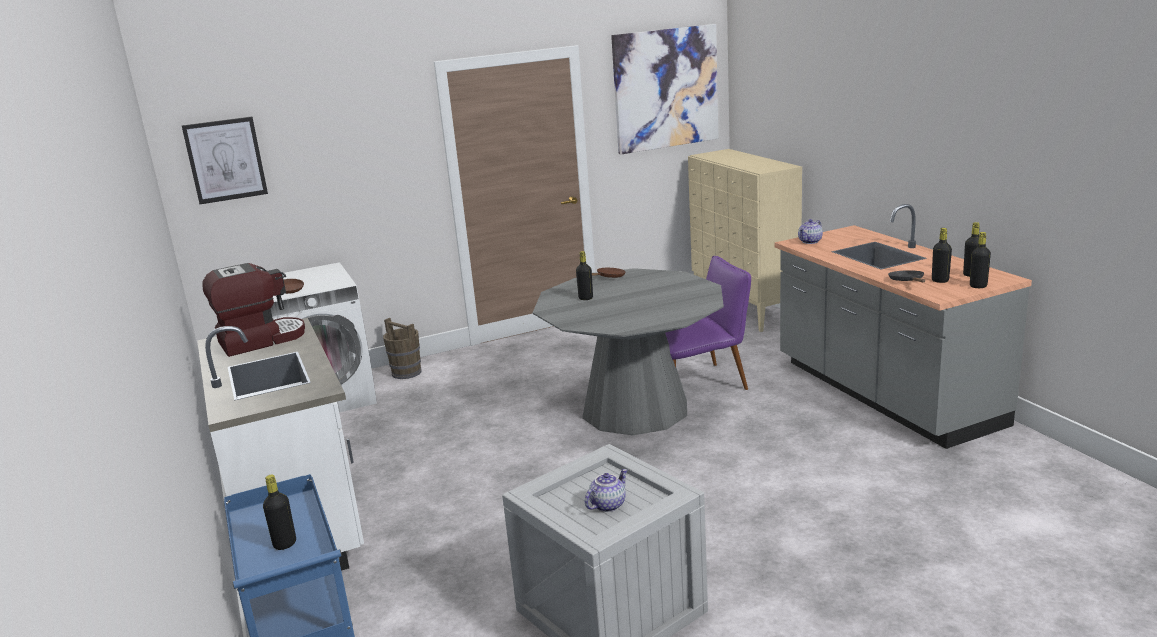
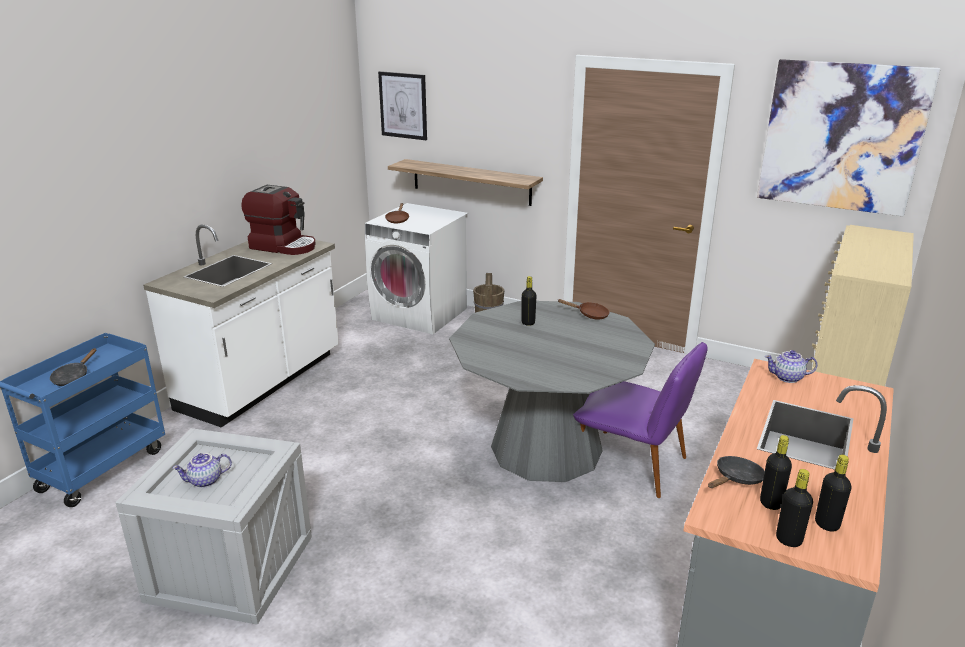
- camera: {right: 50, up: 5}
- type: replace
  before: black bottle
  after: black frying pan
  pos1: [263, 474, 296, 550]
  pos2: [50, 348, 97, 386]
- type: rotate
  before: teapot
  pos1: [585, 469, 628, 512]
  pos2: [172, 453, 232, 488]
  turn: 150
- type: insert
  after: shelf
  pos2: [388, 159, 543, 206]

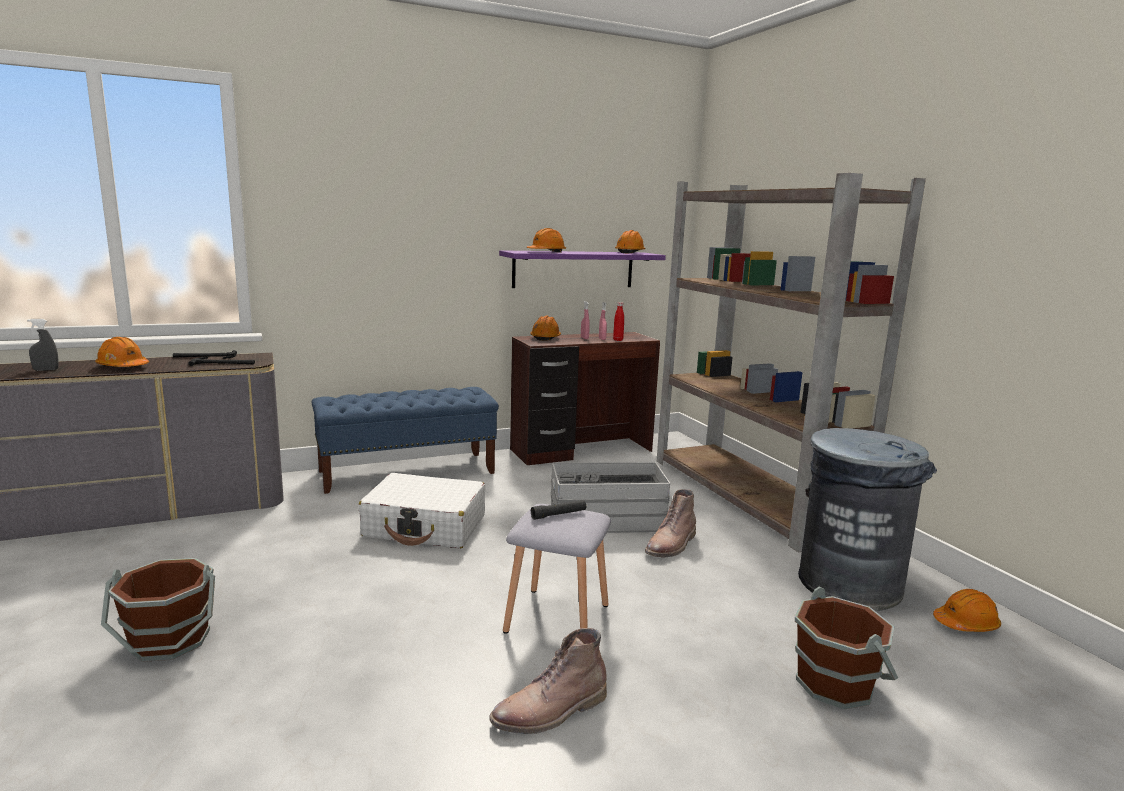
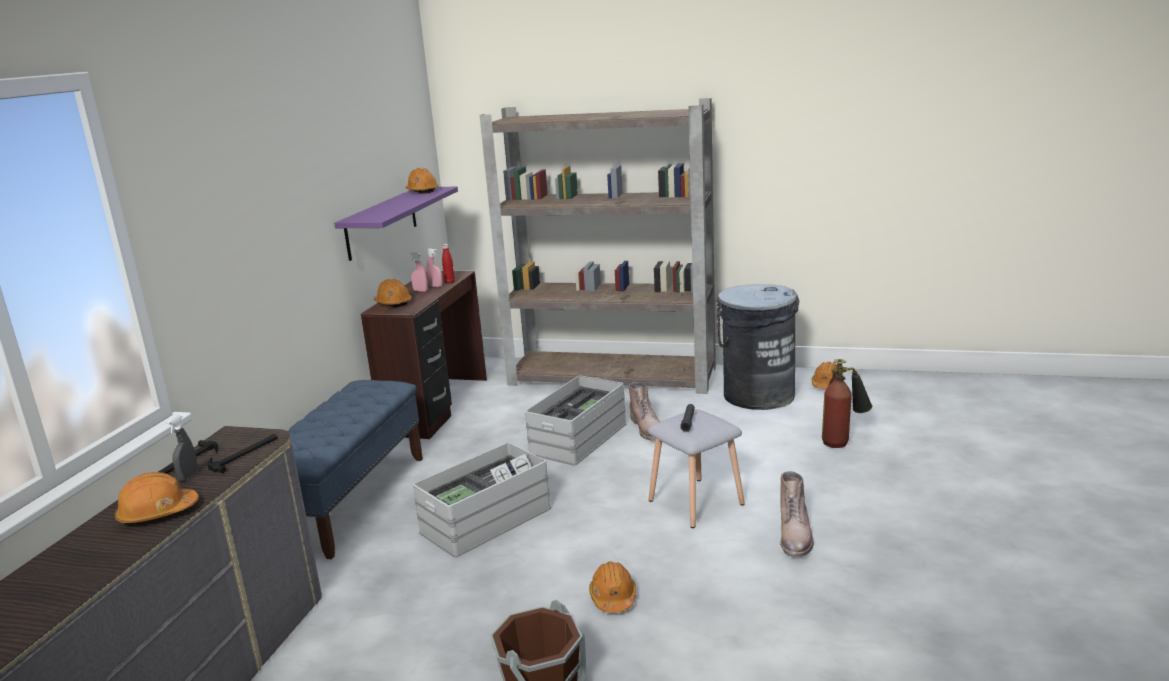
- camera: {right: -50, up: 5}
- type: move
  before: grey spray bottle
  pos1: [27, 319, 59, 371]
  pos2: [167, 415, 198, 481]
- type: replace
  before: white suitcase
  after: grey storage box
  pos1: [358, 473, 485, 549]
  pos2: [413, 443, 551, 557]
- type: move
  before: orange hard hat
  pos1: [526, 228, 566, 253]
  pos2: [589, 561, 636, 613]
- type: replace
  before: brown bucket
  after: fire extinguisher
  pos1: [795, 587, 898, 709]
  pos2: [822, 359, 872, 448]

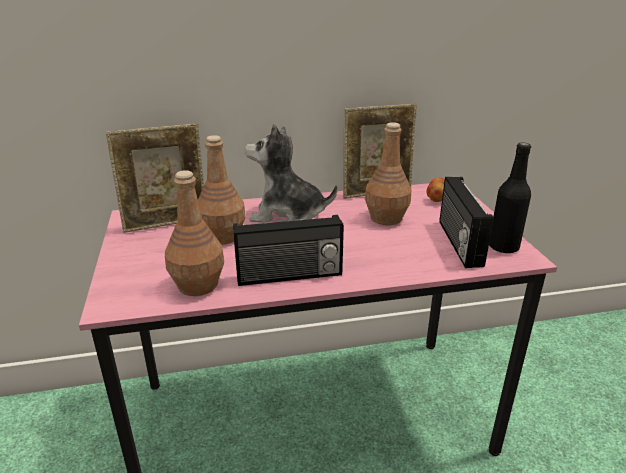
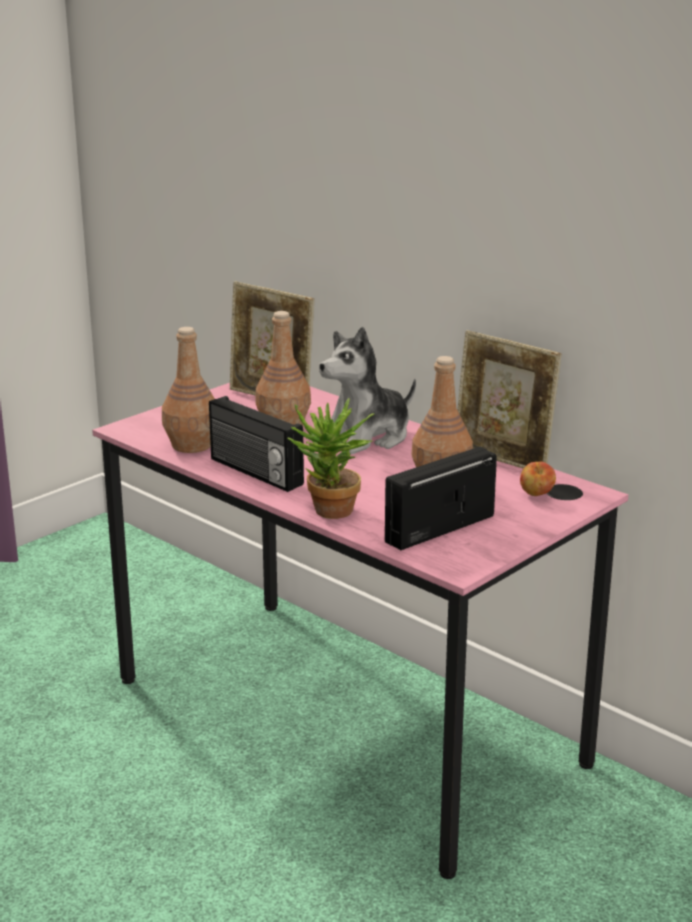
- camera: {right: 55, up: -5}
- type: insert
  after: potted plant
  pos2: [288, 397, 374, 519]
- type: rotate
  before: plush toy
  pos1: [244, 124, 337, 223]
  pos2: [319, 327, 416, 455]
  turn: -105
- type: delete
  before: black bottle
  pos1: [489, 142, 531, 254]

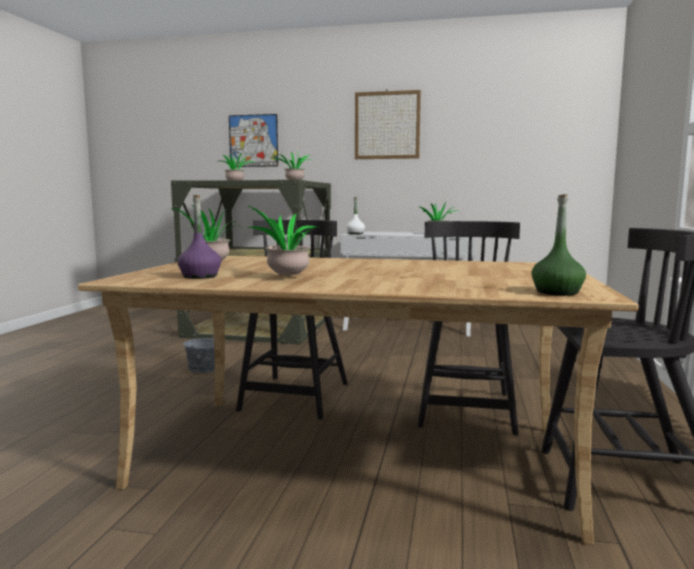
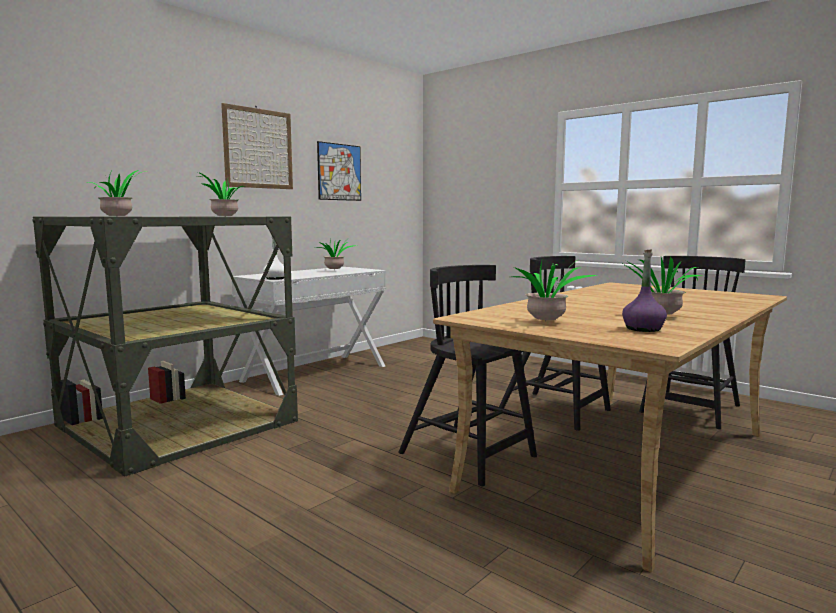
- camera: {right: -60, up: 0}
- type: move
  before: picture
  pos1: [229, 114, 278, 167]
  pos2: [317, 141, 361, 201]
- type: delete
  before: grey bucket
  pos1: [183, 323, 215, 373]
- type: delete
  before: green bottle
  pos1: [532, 194, 586, 296]

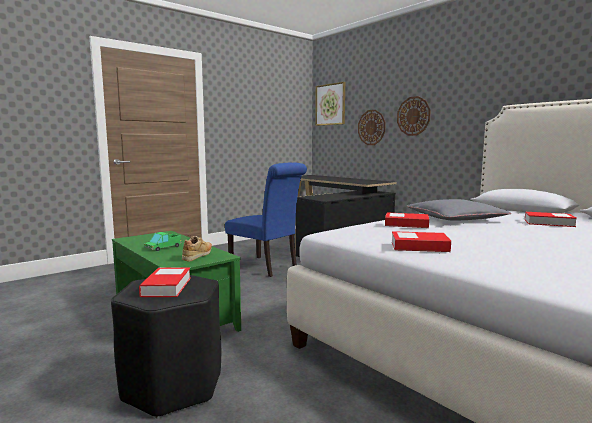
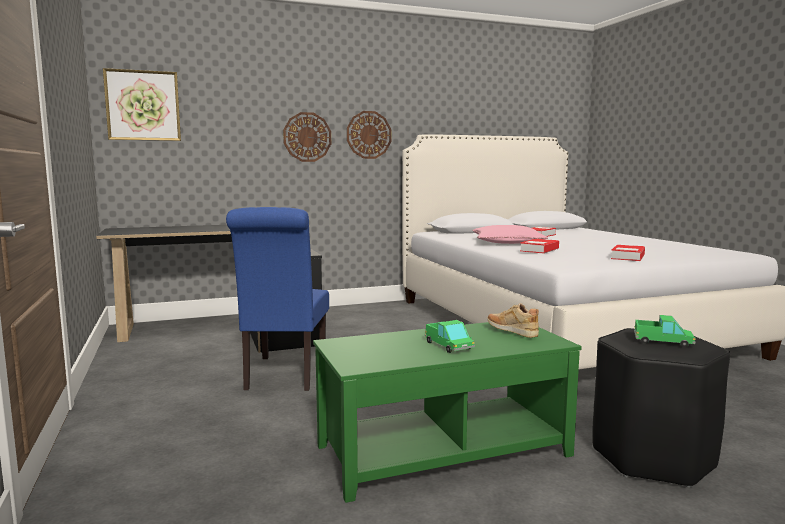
- camera: {right: -70, up: 0}
- type: rotate
  before: blue chair
  pos1: [225, 163, 307, 277]
  pos2: [226, 207, 329, 391]
  turn: 120
- type: move
  before: wall clock
  pos1: [358, 110, 386, 145]
  pos2: [347, 111, 391, 159]
- type: recolor
  before: grey pillow
  after: pink pillow
  pos1: [406, 199, 511, 221]
  pos2: [473, 225, 548, 244]
- type: replace
  before: book
  after: toy truck
  pos1: [139, 267, 191, 297]
  pos2: [634, 315, 695, 347]

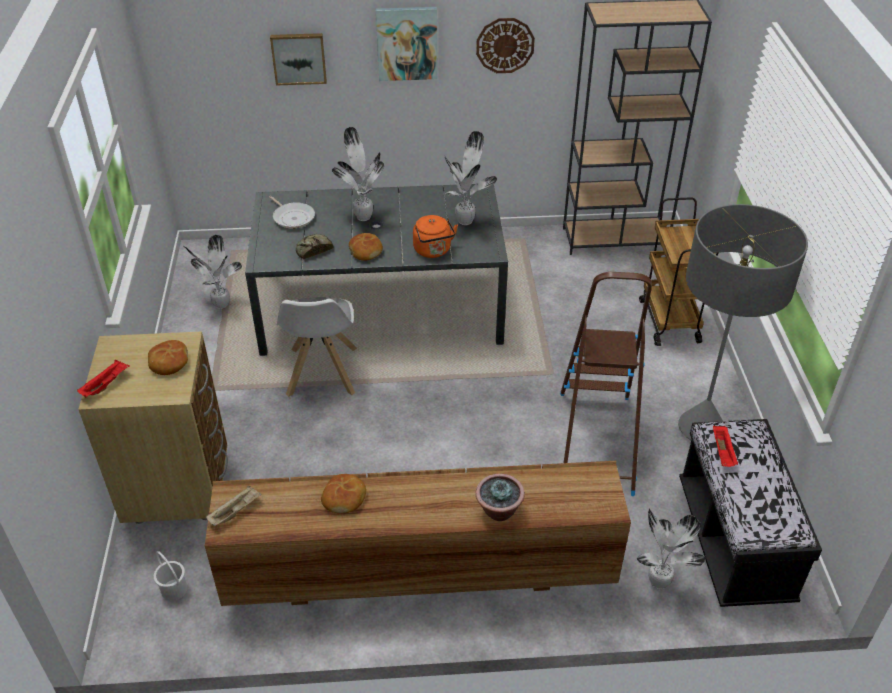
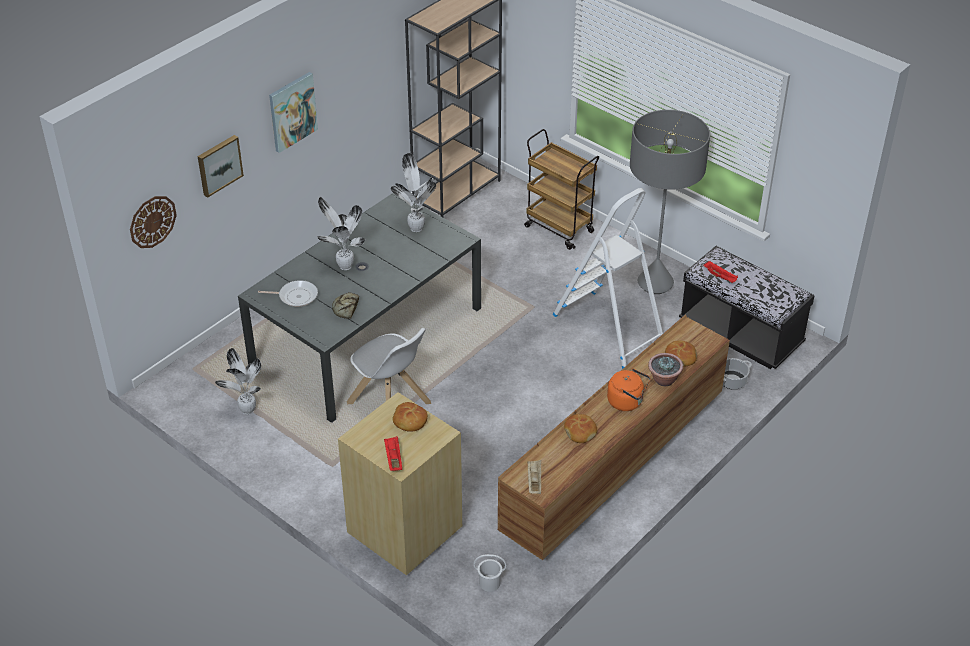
- camera: {right: -45, up: 0}
- type: move
  before: wall clock
  pos1: [476, 18, 535, 73]
  pos2: [130, 196, 177, 248]
- type: recolor
  before: brown step ladder
  after: white step ladder
  pos1: [560, 272, 652, 496]
  pos2: [553, 188, 663, 369]
- type: move
  before: orange kettle
  pos1: [413, 215, 458, 258]
  pos2: [607, 369, 651, 411]
- type: move
  before: bread
  pos1: [349, 233, 383, 261]
  pos2: [665, 340, 697, 366]
- type: replace
  before: potted plant
  after: cooking pot
  pos1: [637, 509, 705, 589]
  pos2: [723, 358, 752, 390]

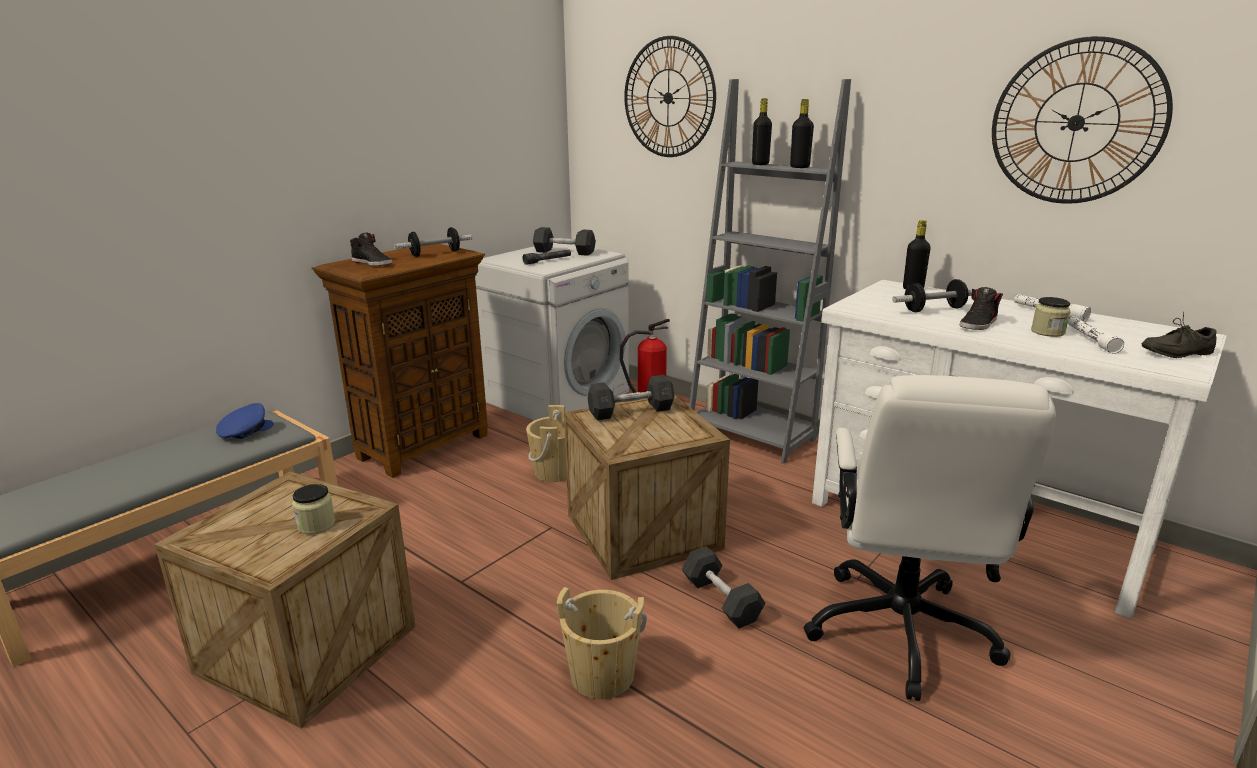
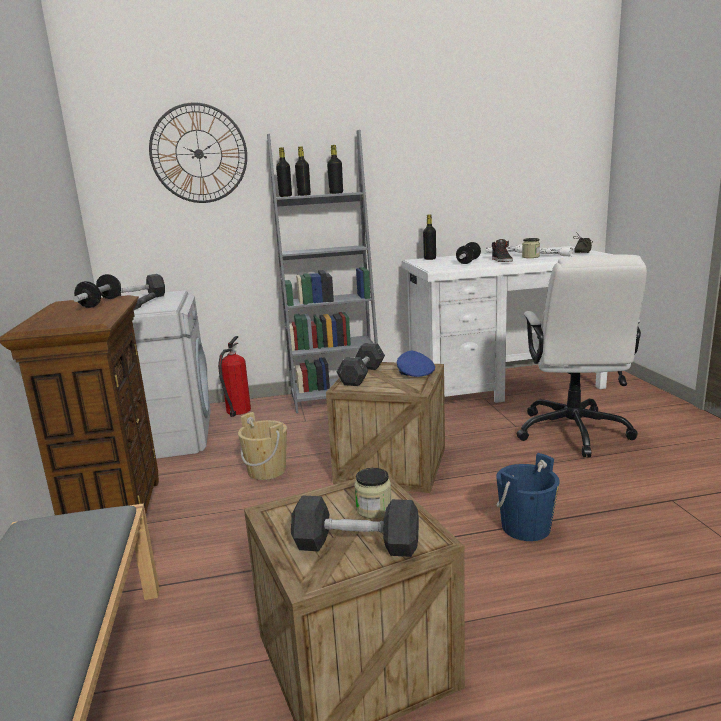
- camera: {right: -50, up: -5}
- type: insert
  after: black bottle
  pos2: [276, 147, 292, 197]
- type: move
  before: grey dumbbell
  pos1: [681, 546, 765, 629]
  pos2: [291, 495, 419, 557]
- type: move
  before: blue cap
  pos1: [216, 403, 274, 439]
  pos2: [397, 351, 435, 377]
- type: recolor
  before: beige bucket
  after: blue bucket
  pos1: [557, 587, 647, 699]
  pos2: [496, 453, 560, 541]
- type: rotate
  before: white office chair
  pos1: [803, 375, 1056, 701]
  pos2: [517, 254, 647, 457]
  turn: 45
- type: delete
  before: black shoe
  pos1: [350, 233, 392, 266]
- type: delete
  before: wall clock
  pos1: [992, 36, 1173, 204]

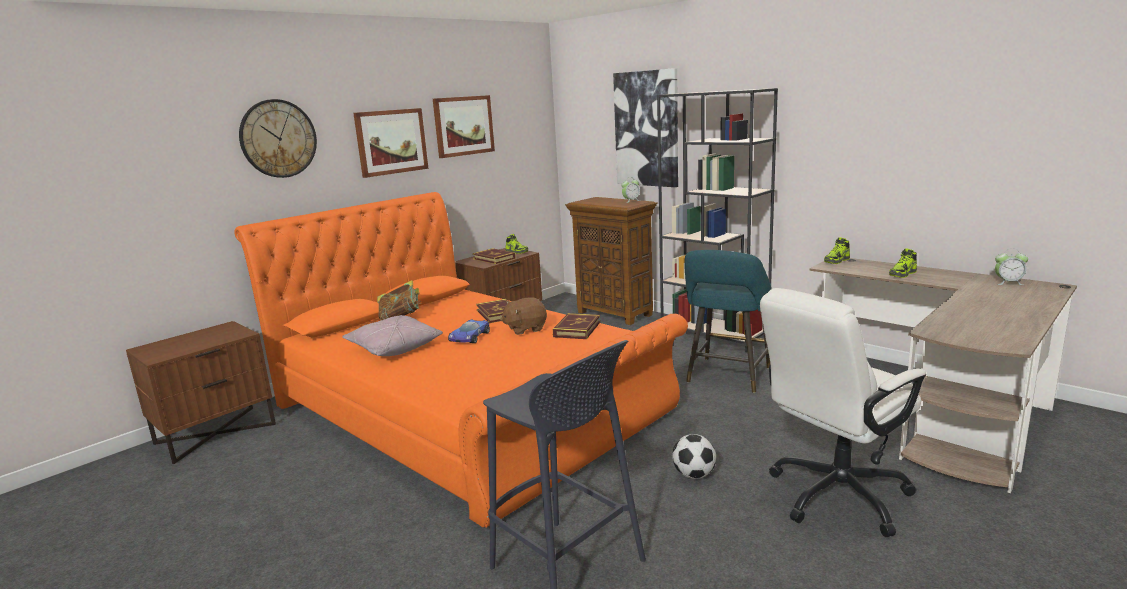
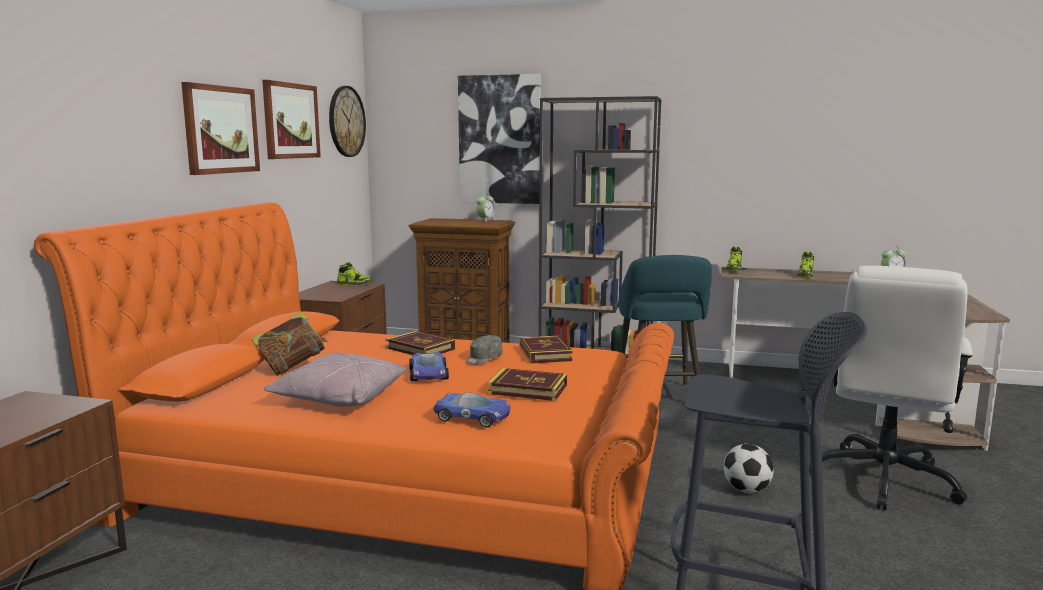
- camera: {right: -30, up: -5}
- type: move
  before: wall clock
  pos1: [239, 99, 317, 178]
  pos2: [329, 86, 366, 157]
- type: insert
  after: toy car
  pos2: [433, 392, 510, 427]
- type: replace
  before: brown plush toy
  after: grey cap
  pos1: [500, 297, 547, 335]
  pos2: [465, 335, 503, 365]
- type: move
  before: book
  pos1: [473, 248, 516, 264]
  pos2: [487, 368, 567, 401]

